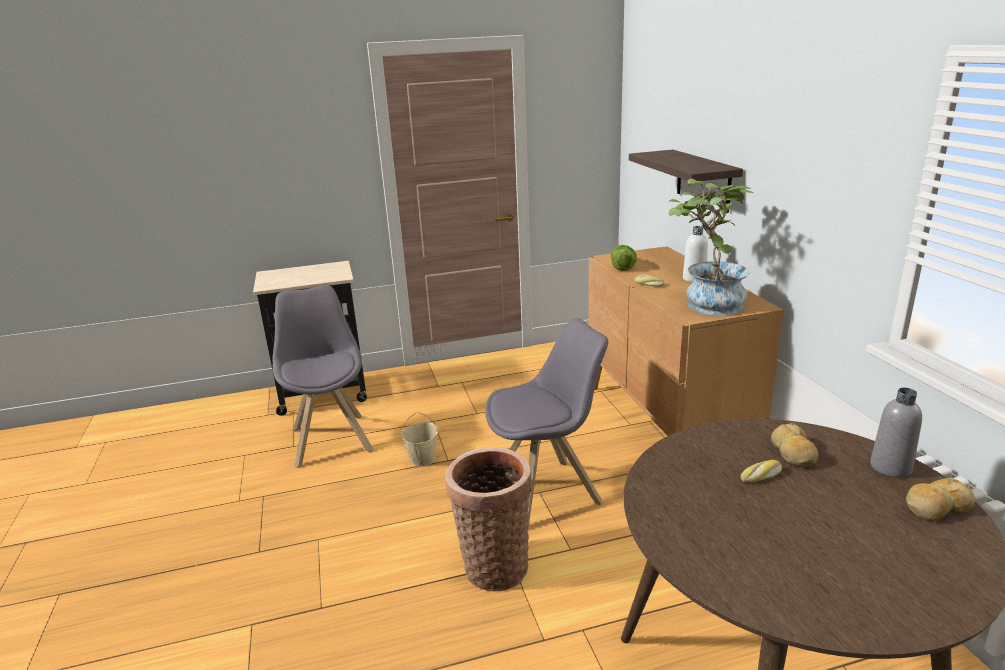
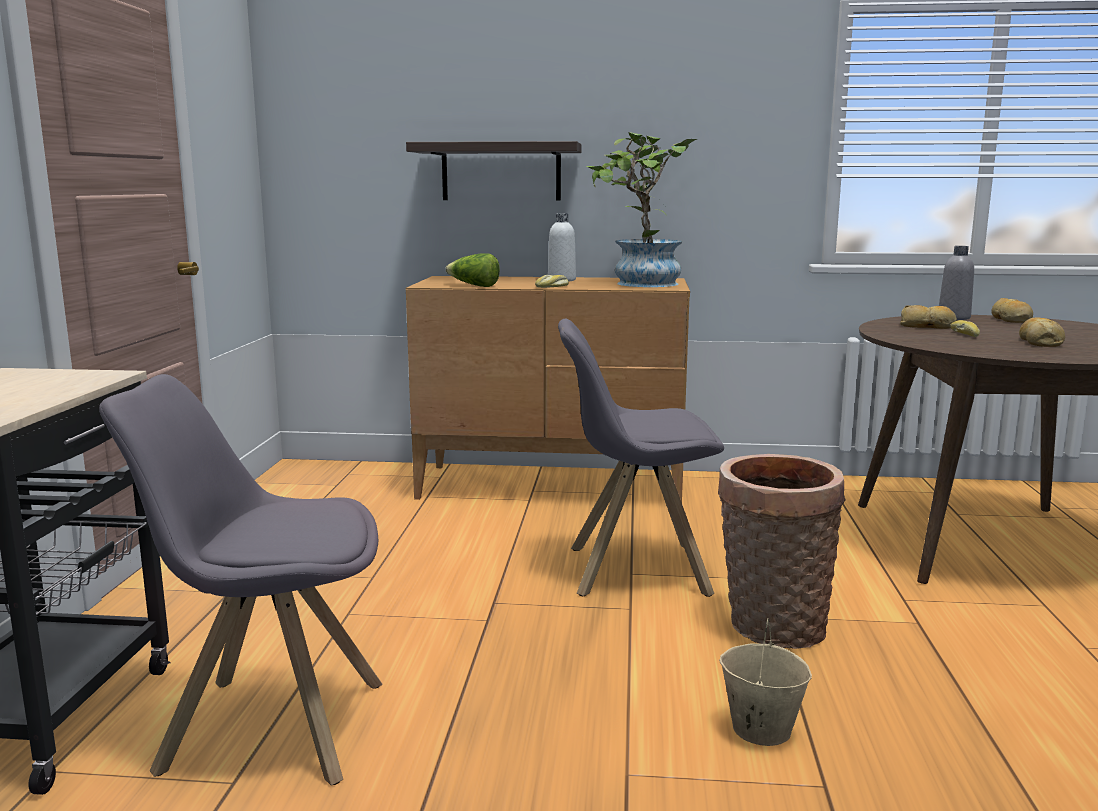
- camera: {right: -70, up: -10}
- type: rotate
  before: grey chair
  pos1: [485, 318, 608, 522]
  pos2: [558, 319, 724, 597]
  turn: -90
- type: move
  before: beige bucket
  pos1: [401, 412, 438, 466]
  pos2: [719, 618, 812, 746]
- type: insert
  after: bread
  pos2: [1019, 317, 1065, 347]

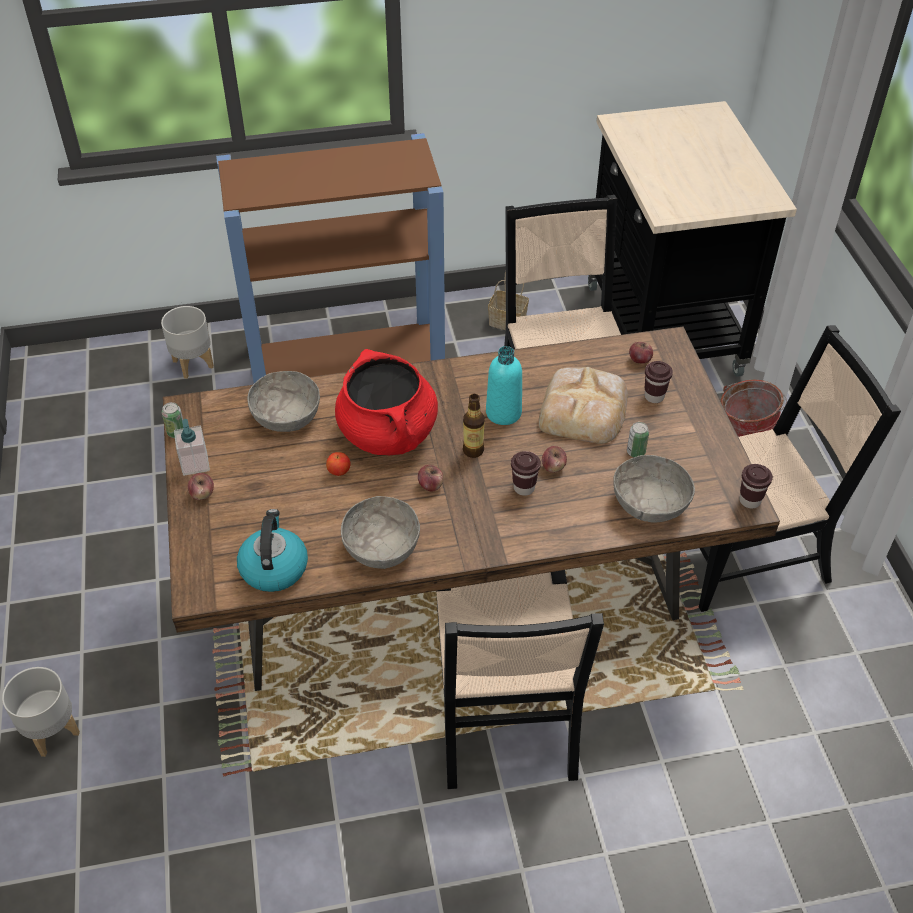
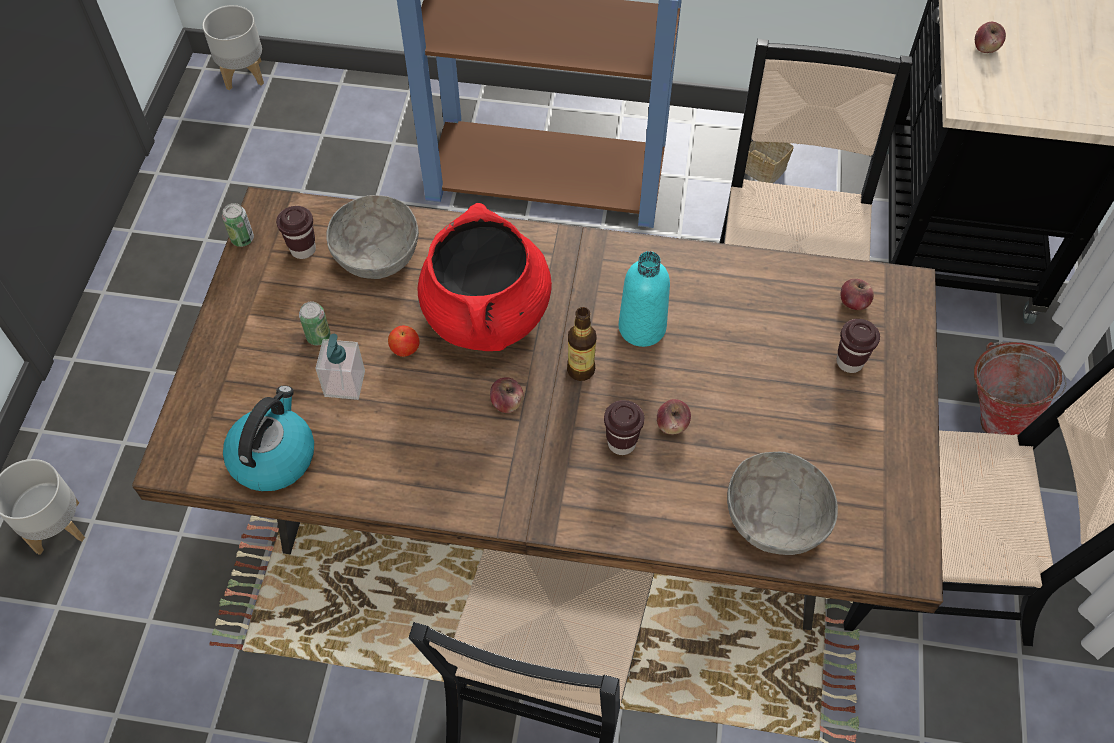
- camera: {right: 20, up: 10}
- type: move
  before: grey planter
  pos1: [161, 306, 214, 379]
  pos2: [202, 5, 264, 91]
- type: move
  before: brown cup
  pos1: [739, 464, 773, 509]
  pos2: [276, 206, 316, 259]
- type: move
  before: can
  pos1: [627, 422, 649, 457]
  pos2: [299, 302, 331, 345]
- type: move
  before: soap dispenser
  pos1: [174, 419, 210, 476]
  pos2: [315, 334, 365, 400]
- type: move
  before: apple
  pos1: [188, 473, 214, 500]
  pos2: [975, 22, 1006, 53]
- type: delete
  before: grey bowl
  pos1: [341, 496, 420, 569]
- type: delete
  before: bread
  pos1: [538, 367, 628, 444]

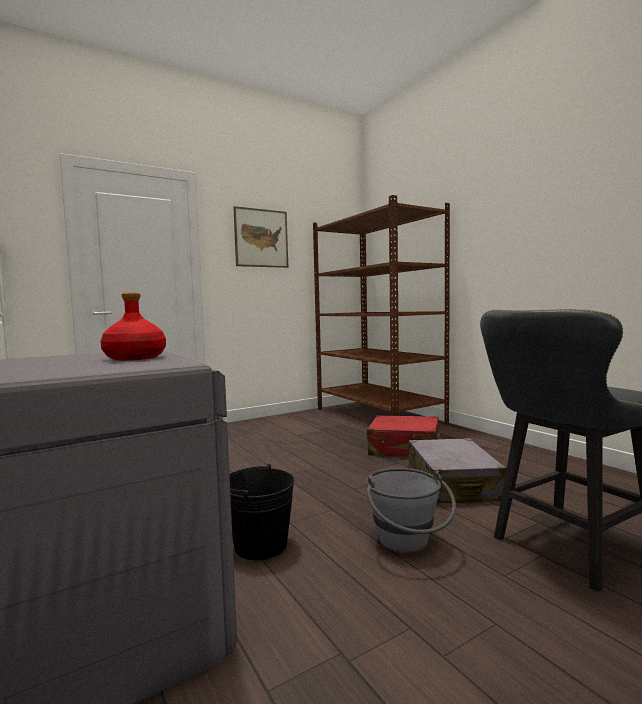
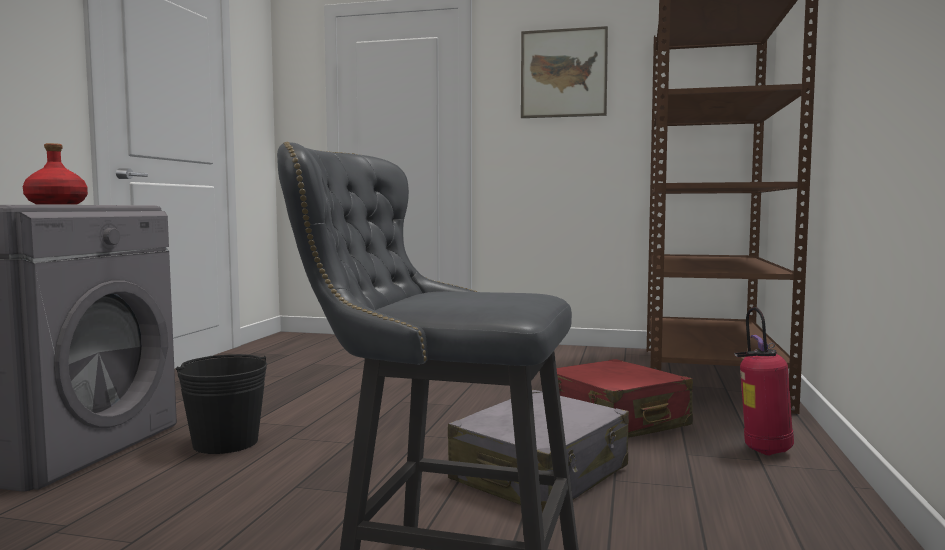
- camera: {right: 45, up: 0}
- type: insert
  after: fire extinguisher
  pos2: [734, 307, 794, 455]
- type: delete
  before: grey bucket
  pos1: [366, 468, 456, 553]

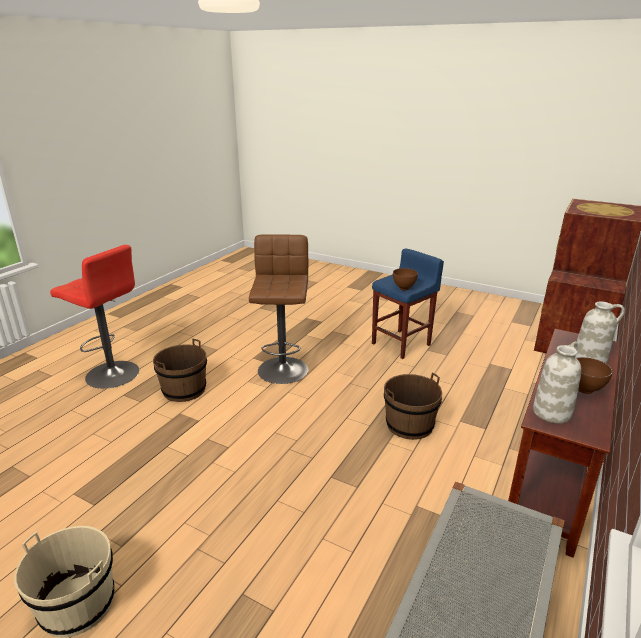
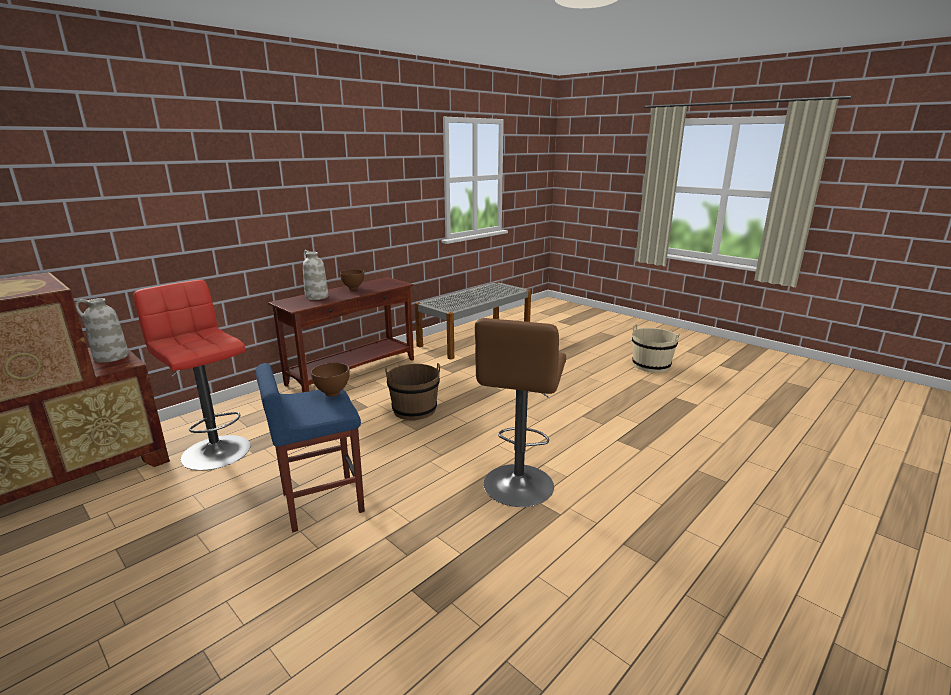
- camera: {right: -165, up: -5}
- type: move
  before: white vase
  pos1: [533, 342, 582, 423]
  pos2: [75, 298, 129, 363]
- type: move
  before: red stool
  pos1: [50, 245, 139, 389]
  pos2: [133, 280, 251, 470]
- type: delete
  before: brown bucket
  pos1: [153, 339, 207, 402]

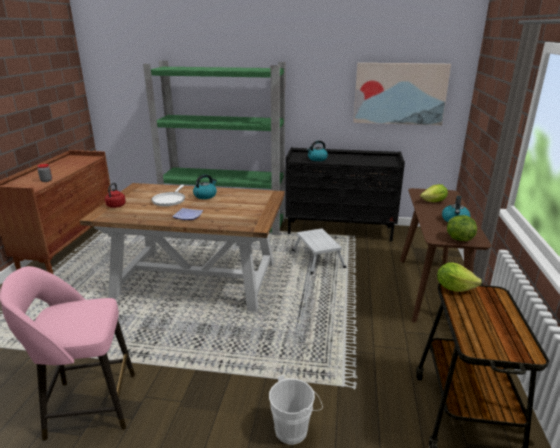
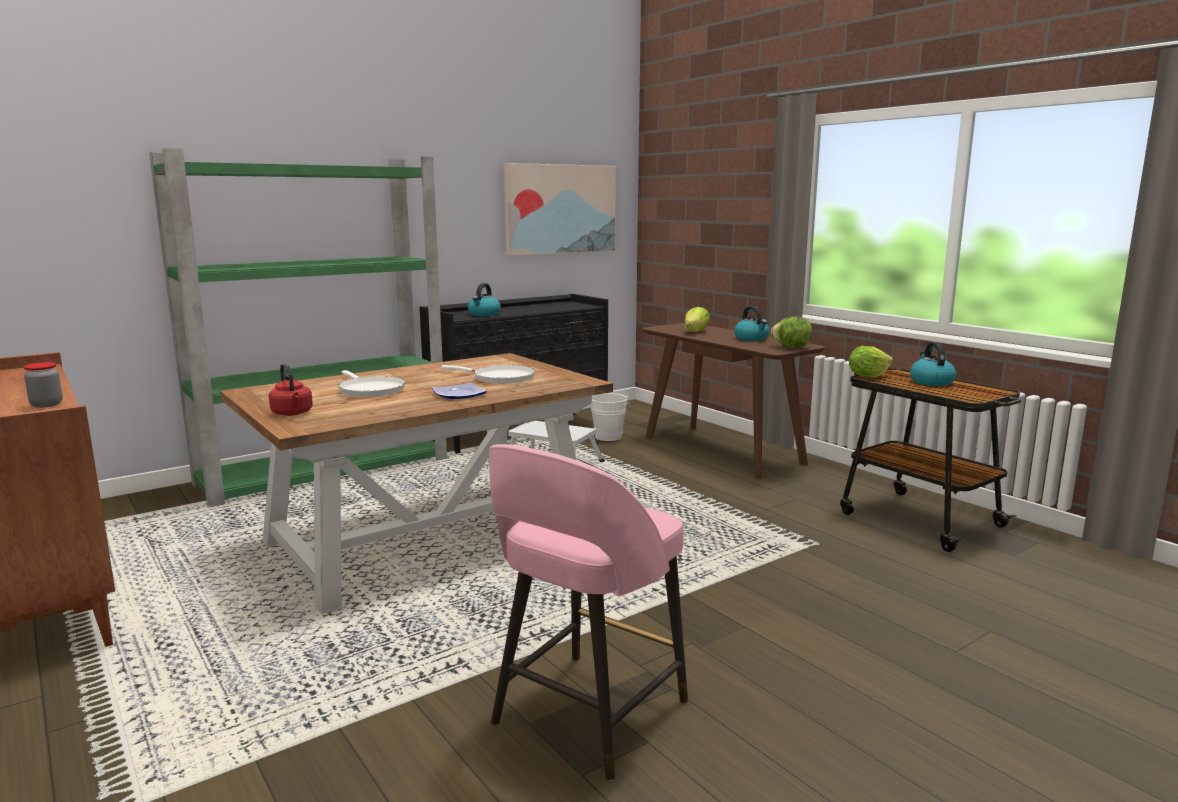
- camera: {right: -45, up: -10}
- type: insert
  after: white frying pan
  pos2: [441, 365, 535, 384]
- type: move
  before: white bucket
  pos1: [269, 375, 323, 444]
  pos2: [591, 393, 630, 441]
- type: move
  before: kettle
  pos1: [193, 174, 217, 199]
  pos2: [910, 342, 956, 386]

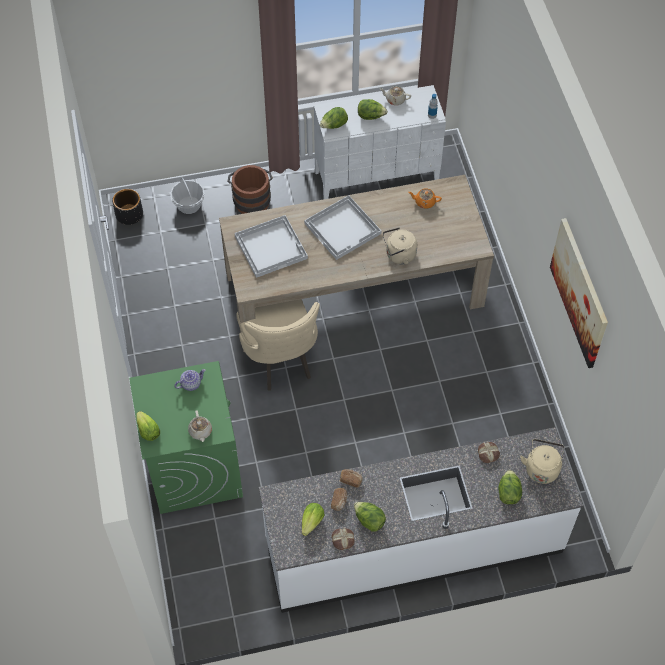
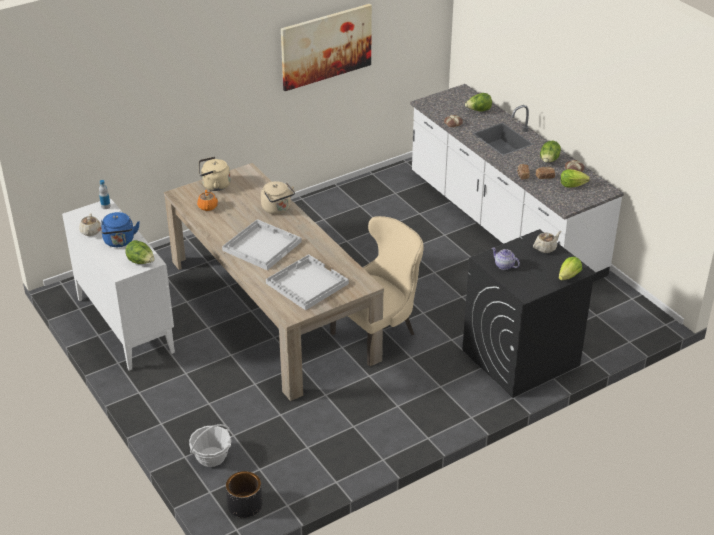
- camera: {right: -110, up: -20}
- type: replace
  before: lettuce
  after: blue kettle
  pos1: [358, 99, 388, 120]
  pos2: [101, 212, 140, 247]
- type: move
  before: beige kettle
  pos1: [520, 439, 565, 484]
  pos2: [199, 157, 231, 191]
- type: recolor
  before: green washing machine
  after: black washing machine
  pos1: [129, 361, 243, 514]
  pos2: [462, 229, 597, 398]
- type: delete
  before: brown bucket
  pos1: [227, 165, 273, 214]

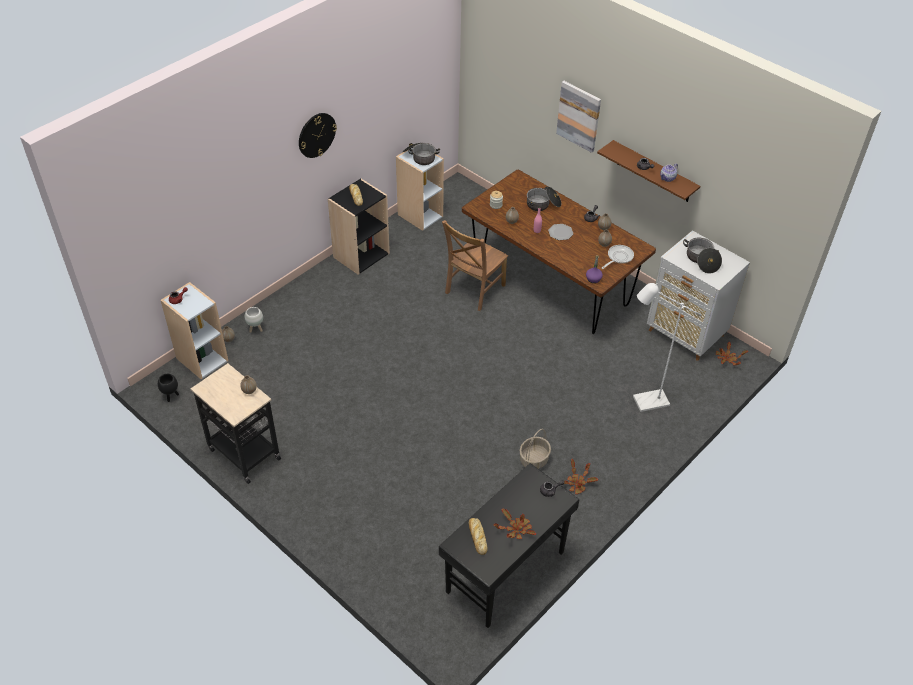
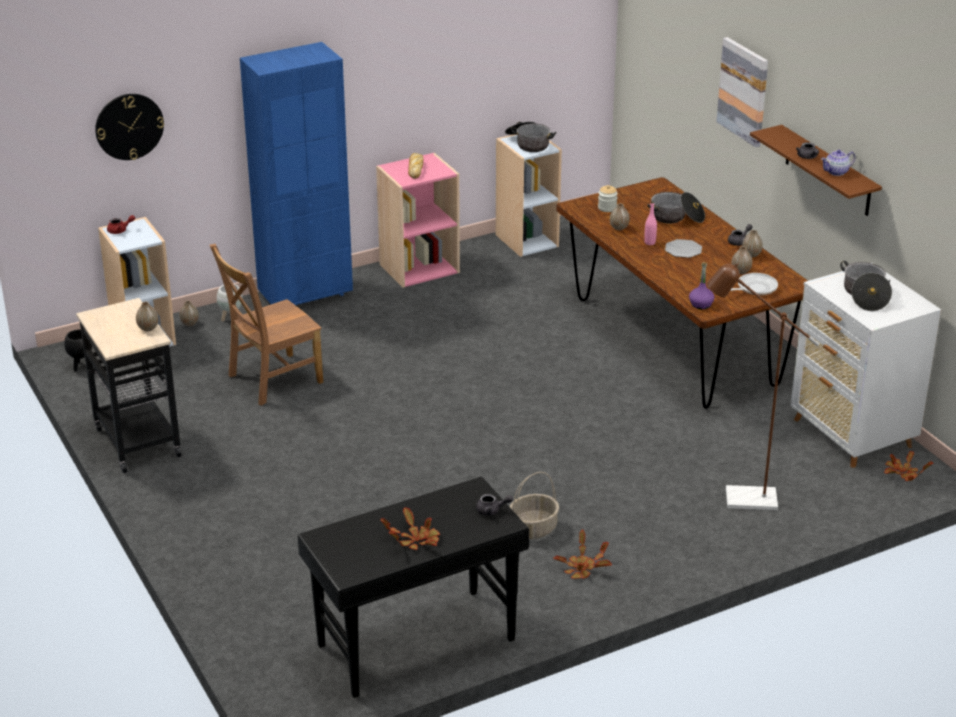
- camera: {right: 20, up: -15}
- type: move
  before: wall clock
  pos1: [299, 113, 337, 158]
  pos2: [95, 94, 164, 160]
- type: move
  before: brown chair
  pos1: [442, 220, 508, 311]
  pos2: [210, 244, 323, 406]
- type: insert
  after: blue cabinet
  pos2: [240, 42, 353, 305]
- type: recolor
  before: black bookcase
  after: pink bookcase
  pos1: [328, 179, 390, 275]
  pos2: [376, 153, 460, 288]
- type: recolor
  before: white floor lamp
  after: brown floor lamp
  pos1: [633, 283, 702, 412]
  pos2: [707, 264, 820, 510]
- type: delete
  before: bread
  pos1: [469, 518, 488, 555]

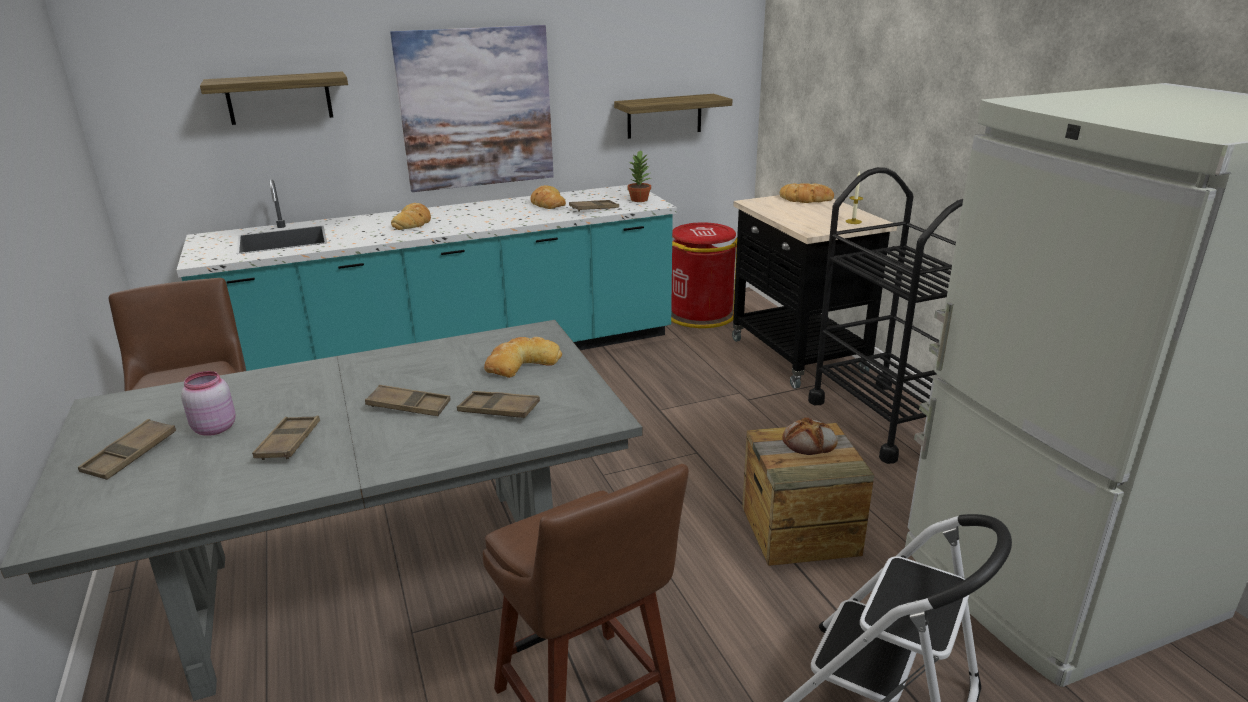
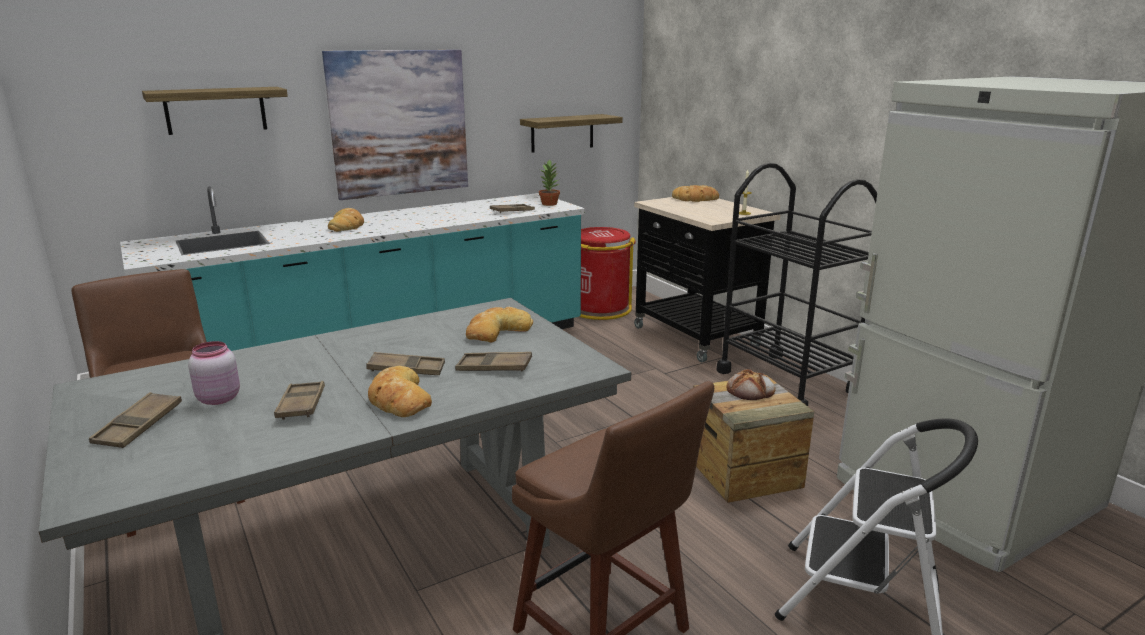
- camera: {right: -10, up: -5}
- type: move
  before: bread
  pos1: [531, 185, 566, 209]
  pos2: [368, 366, 432, 417]

